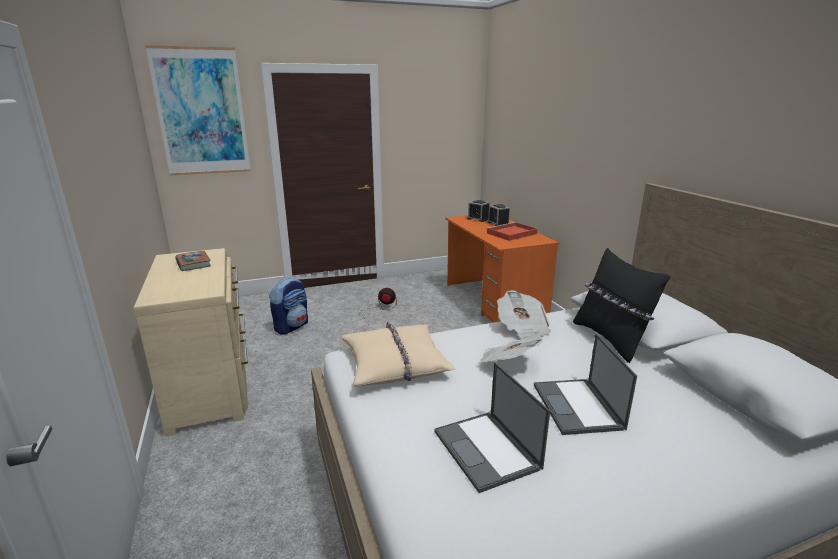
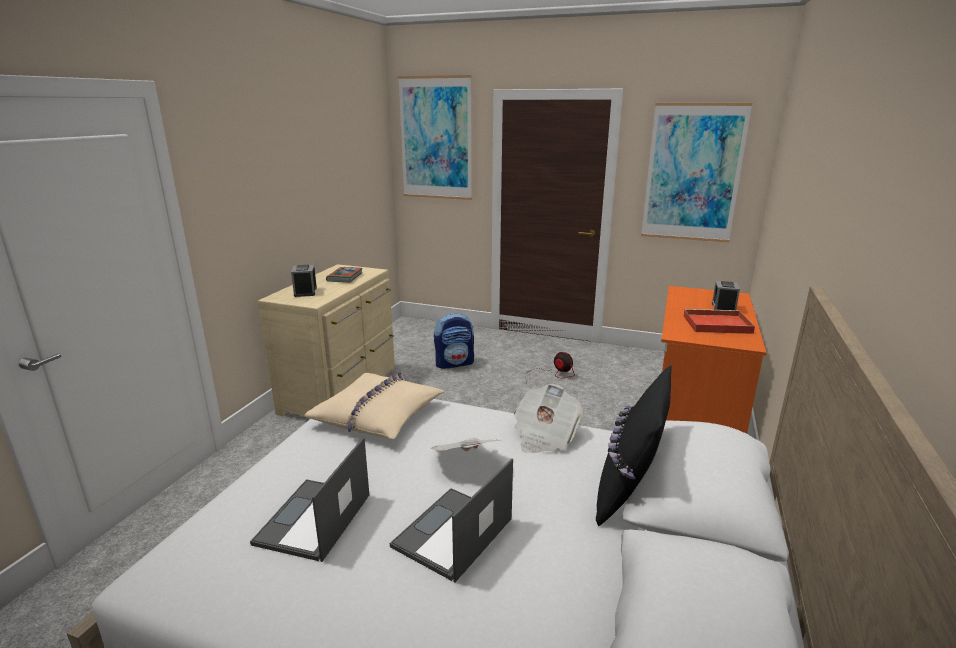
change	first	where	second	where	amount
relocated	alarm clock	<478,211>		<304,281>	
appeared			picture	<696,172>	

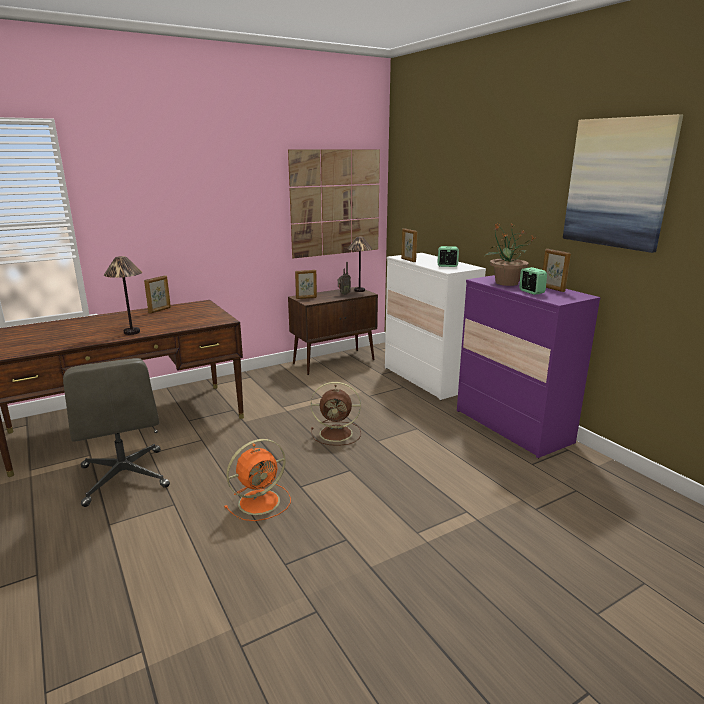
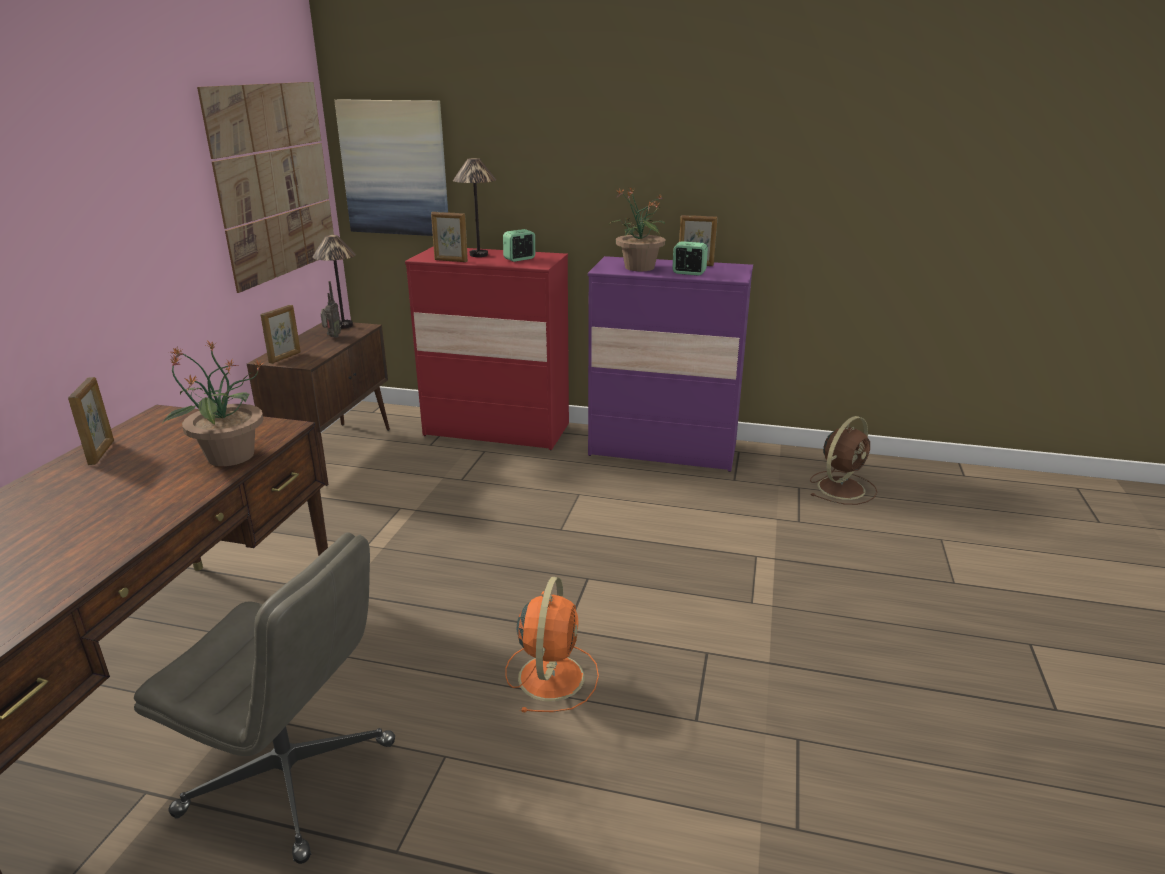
change	first	where	second	where	amount
relocated	picture	<623,183>		<391,167>	
colour	white drawer chest	<435,326>	red drawer chest	<487,348>	
relocated	lamp for a table	<123,295>		<474,207>	
relocated	brownish cooling fan	<336,414>		<843,460>	
appeared			houseplant	<213,403>	

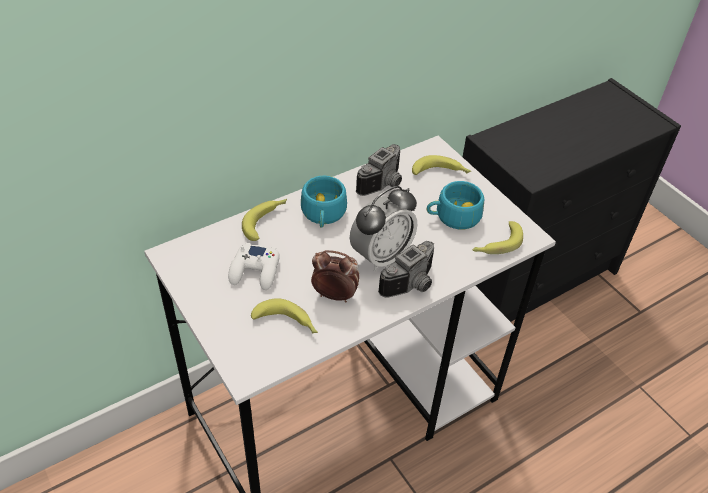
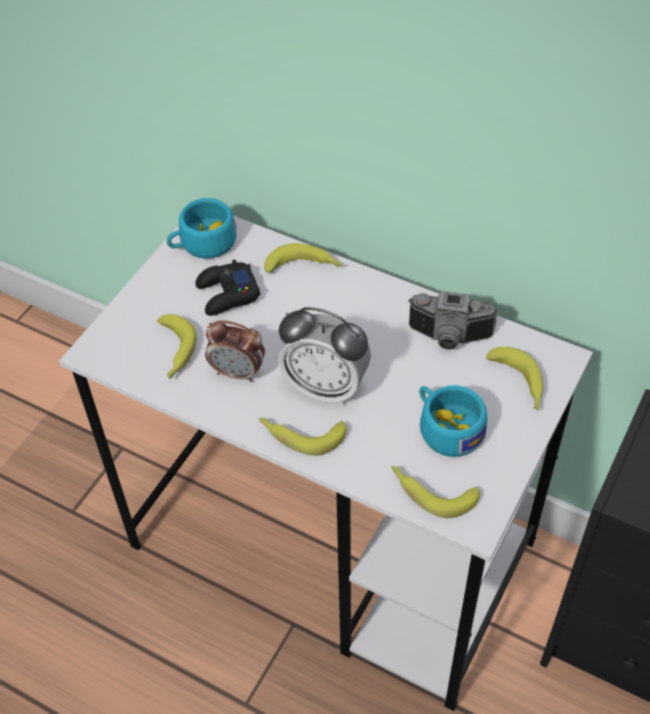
change	first	where	second	where	amount
relocated	blue-green drinking cup	<324,202>		<202,228>	
exchanged	still camera	<406,269>	whole banana	<302,436>	
colour	white joypad	<254,266>	blackish joypad	<227,287>	
spun	alarm clock	<335,276>		<235,351>	120 degrees clockwise

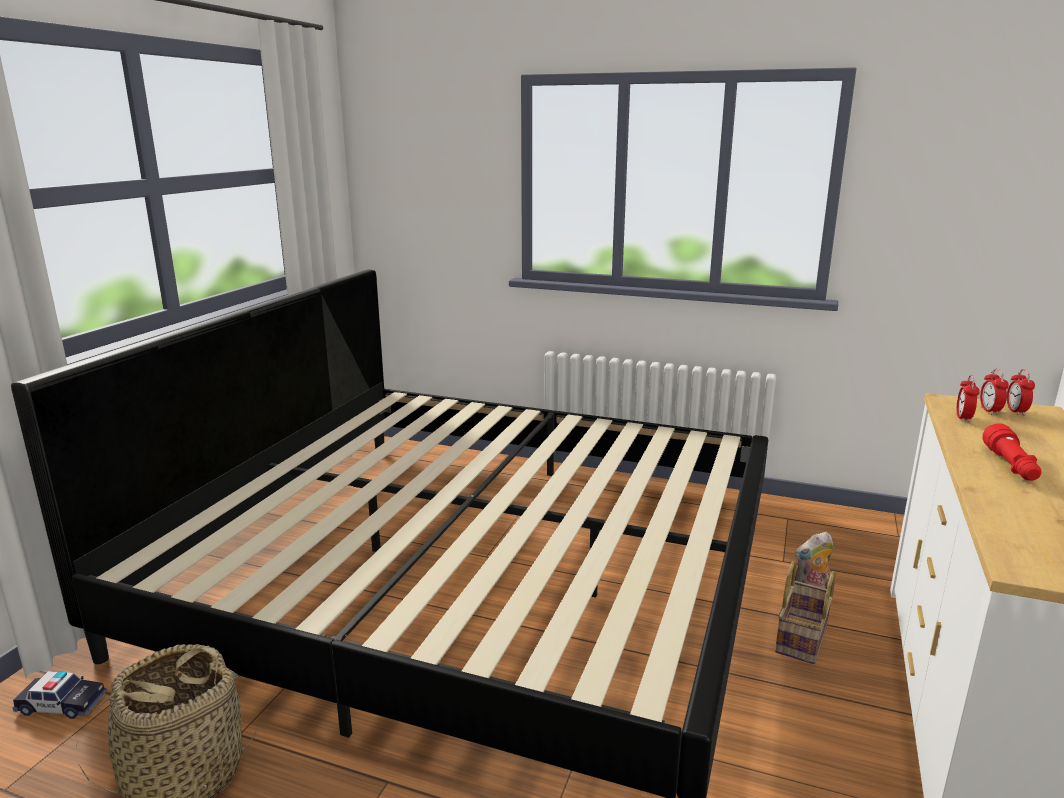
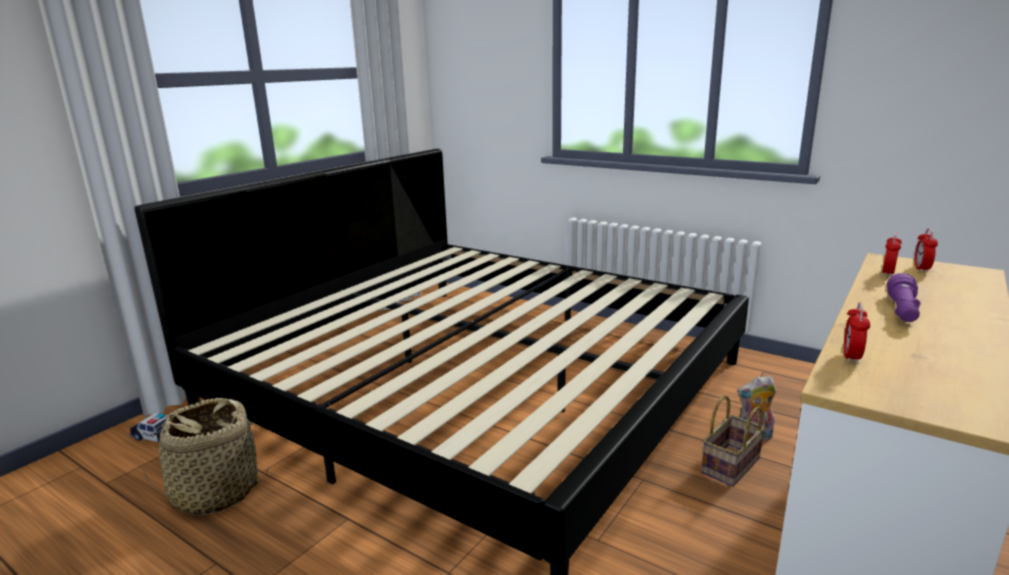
change	first	where	second	where	amount
relocated	alarm clock	<1021,392>		<857,333>	
colour	red hand torch	<1011,452>	purple-coloured hand torch	<904,297>	

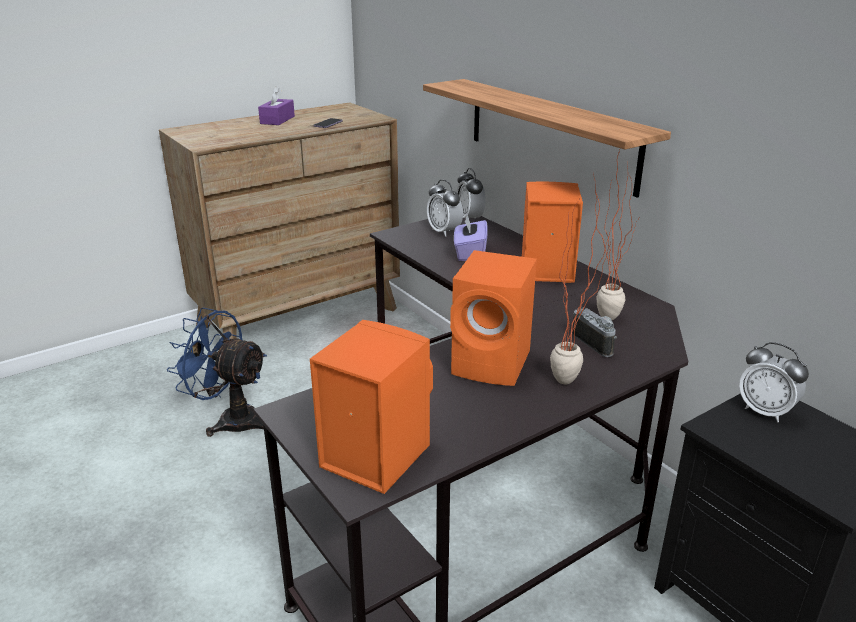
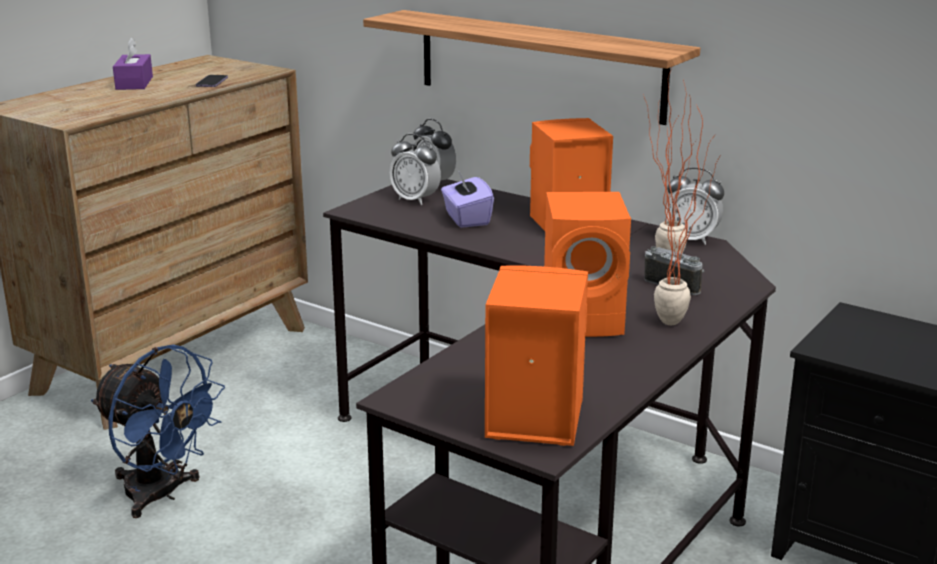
change	first	where	second	where	amount
spun	bluish cooling fan	<217,372>		<158,431>	150 degrees counterclockwise
relocated	alarm clock	<774,382>		<694,206>	

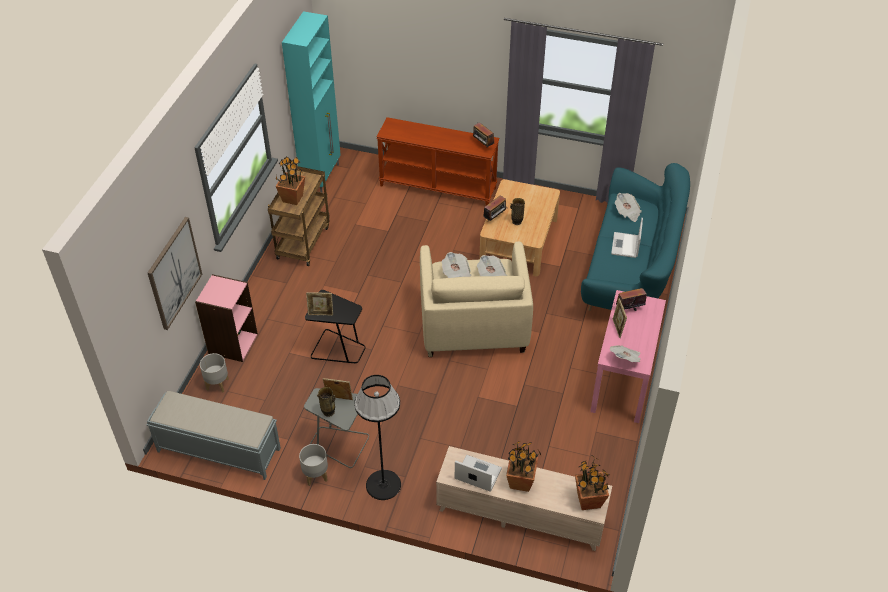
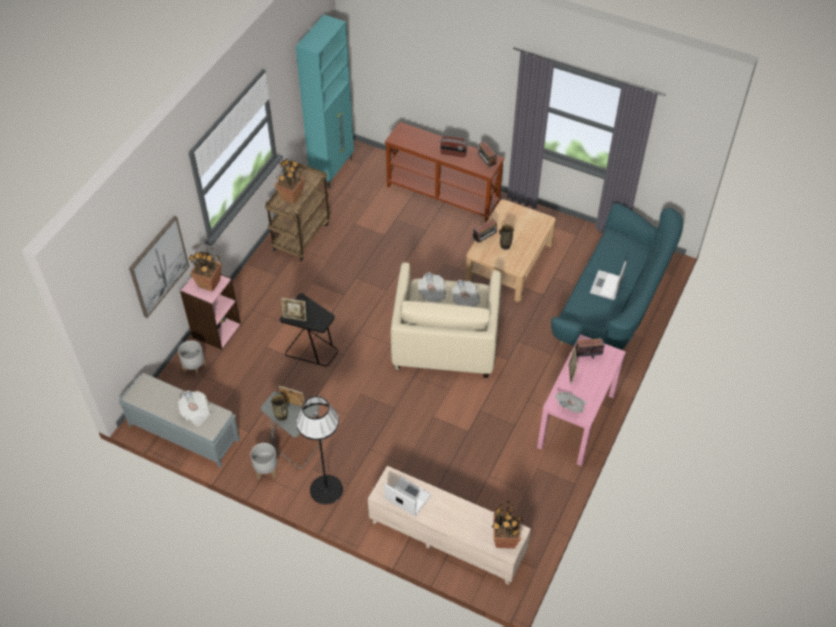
change	first	where	second	where	amount
relocated	printed paper	<628,207>		<194,408>	
relocated	houseplant	<523,466>		<205,268>	
appeared			radio receiver	<454,146>	

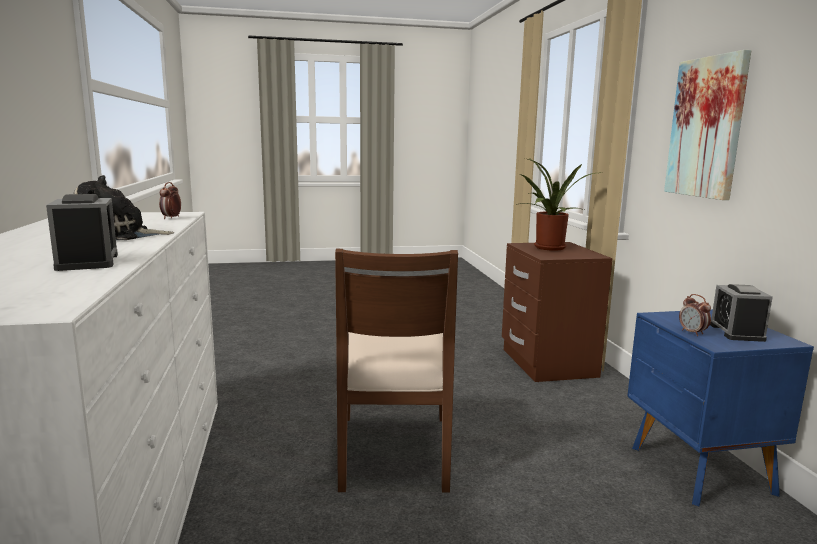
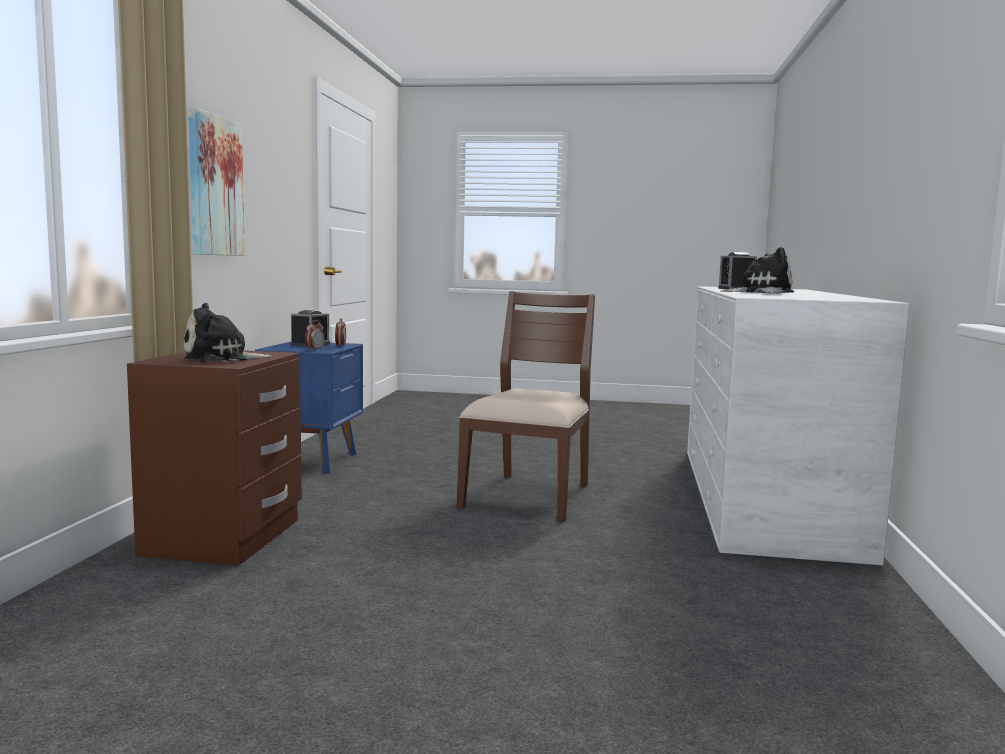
change	first	where	second	where	amount
exchanged	houseplant	<559,204>	plush toy	<228,332>	
relocated	alarm clock	<170,200>		<315,335>	

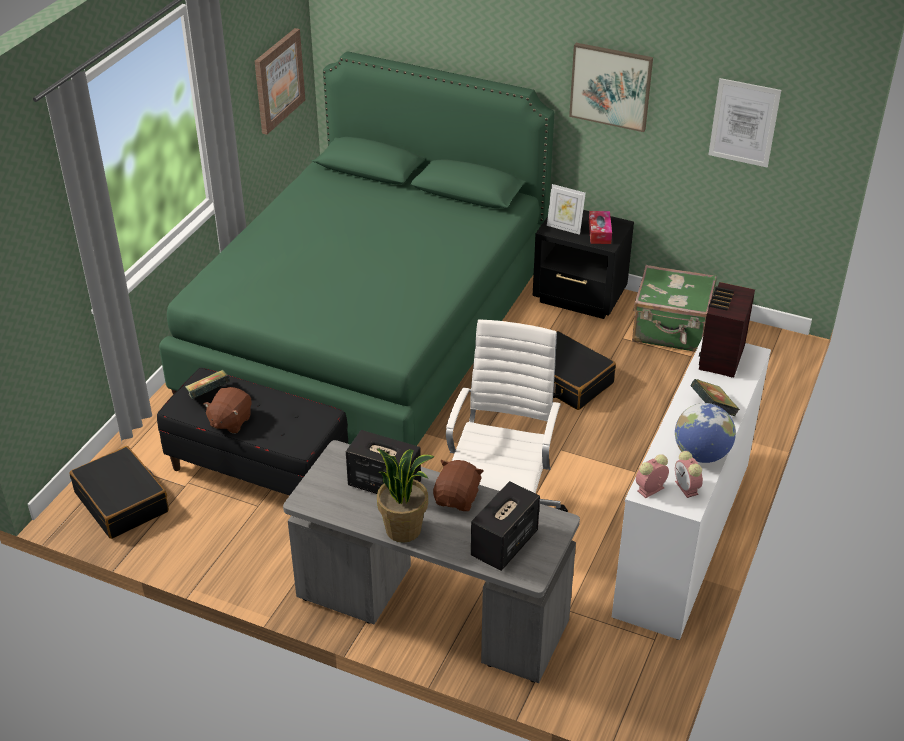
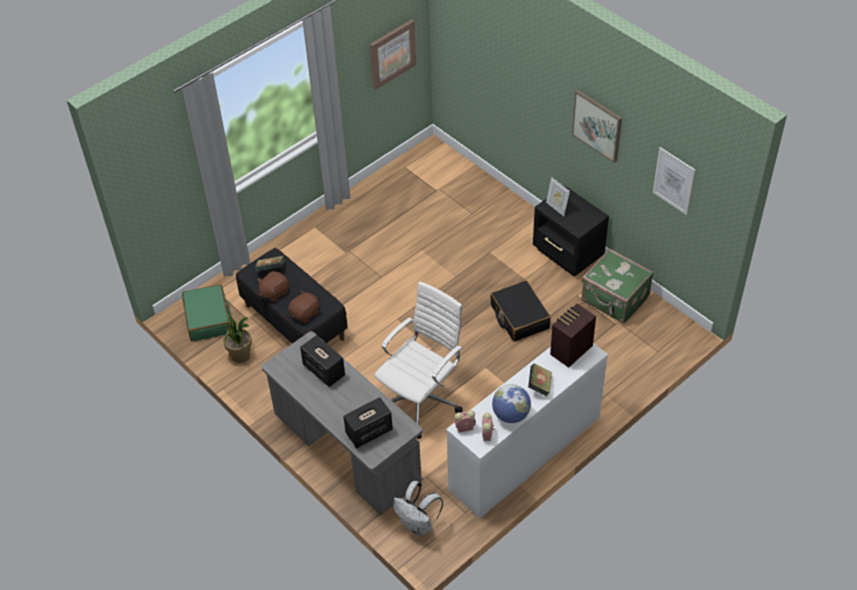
change	first	where	second	where	amount
missing	green-coloured bed	<356,248>			
missing	tissue box	<600,227>			
colour	blackish travel case	<119,492>	green-coloured travel case	<206,313>	
relocated	houseplant	<405,495>		<237,337>	
relocated	brownish plush toy	<458,485>		<303,307>	
appeared			white rucksack	<418,509>	

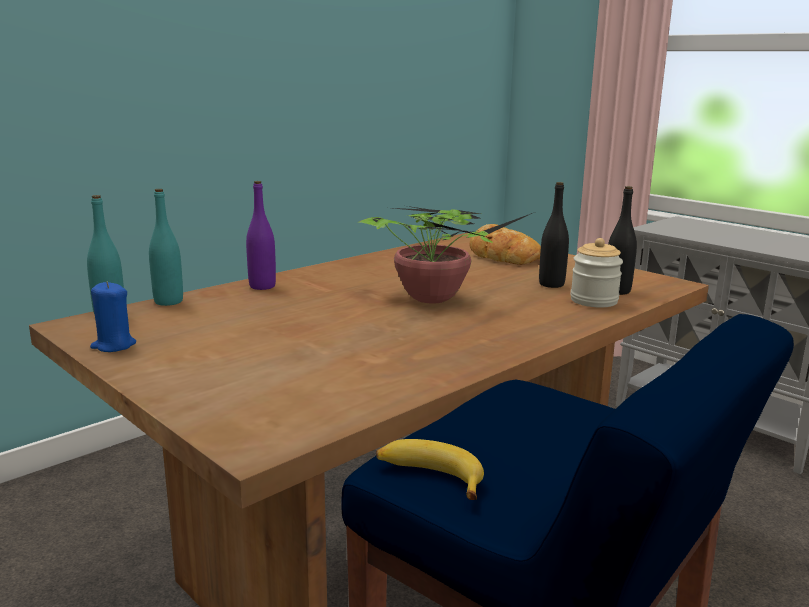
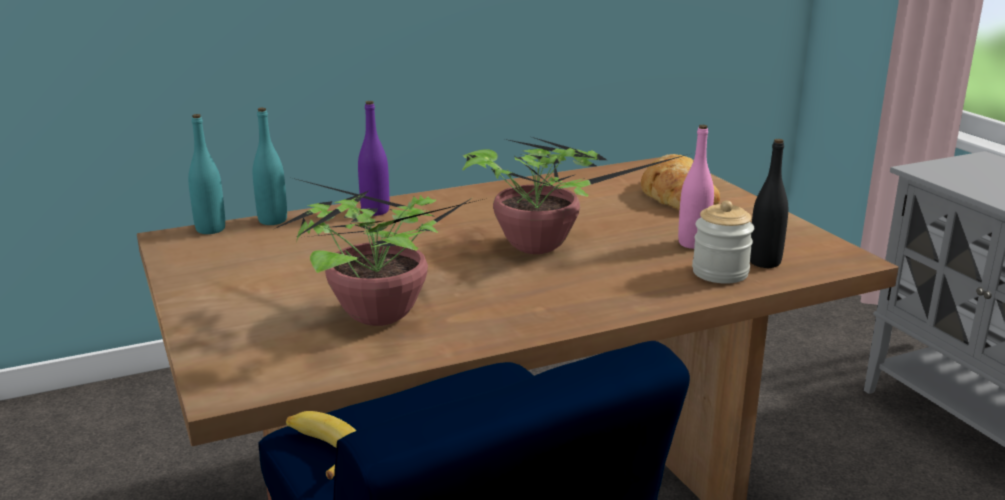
change	first	where	second	where	amount
colour	blackish beverage bottle	<554,235>	pink-coloured beverage bottle	<696,187>	
missing	bluish candle	<113,317>			
appeared			houseplant	<381,251>	

